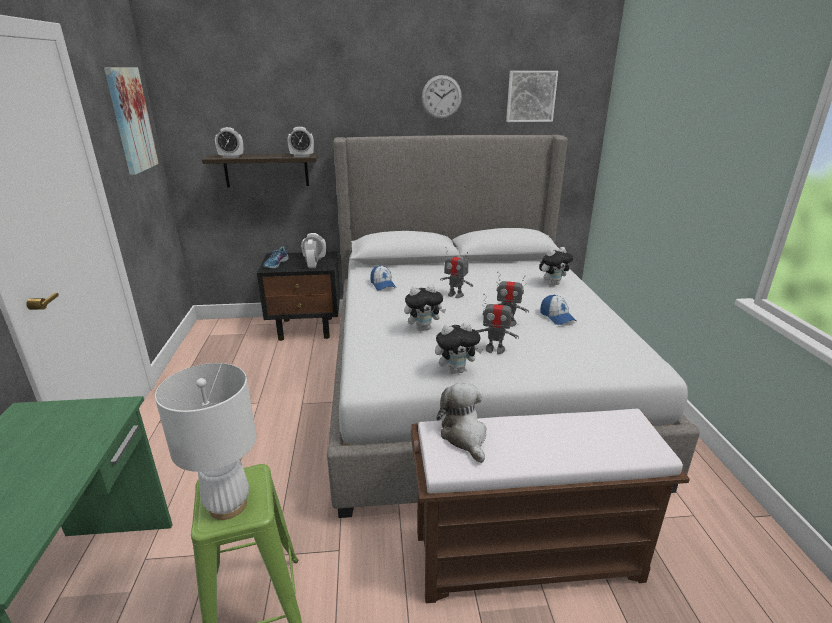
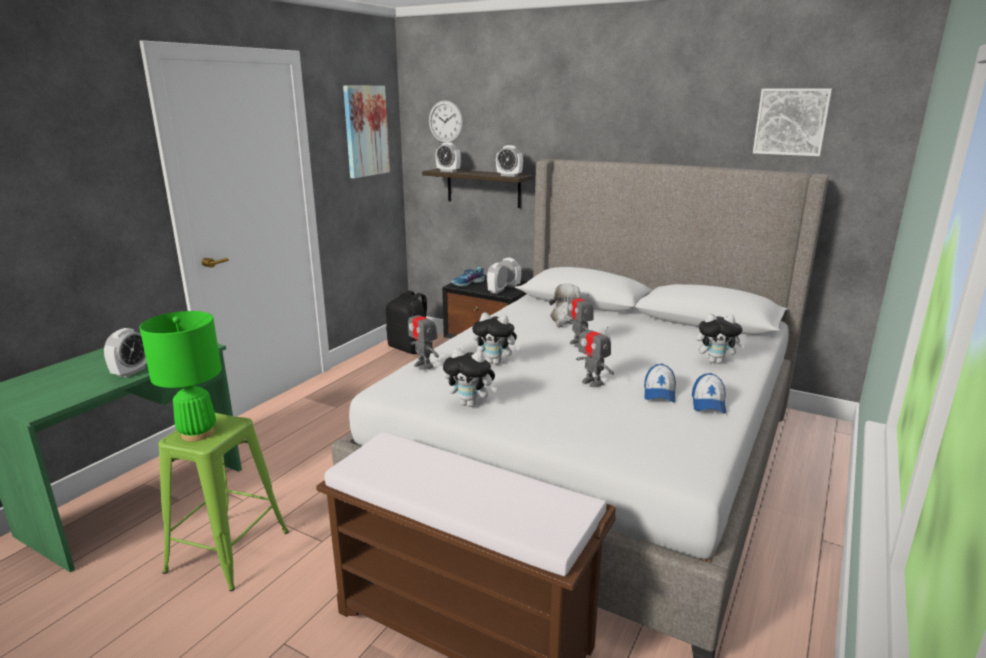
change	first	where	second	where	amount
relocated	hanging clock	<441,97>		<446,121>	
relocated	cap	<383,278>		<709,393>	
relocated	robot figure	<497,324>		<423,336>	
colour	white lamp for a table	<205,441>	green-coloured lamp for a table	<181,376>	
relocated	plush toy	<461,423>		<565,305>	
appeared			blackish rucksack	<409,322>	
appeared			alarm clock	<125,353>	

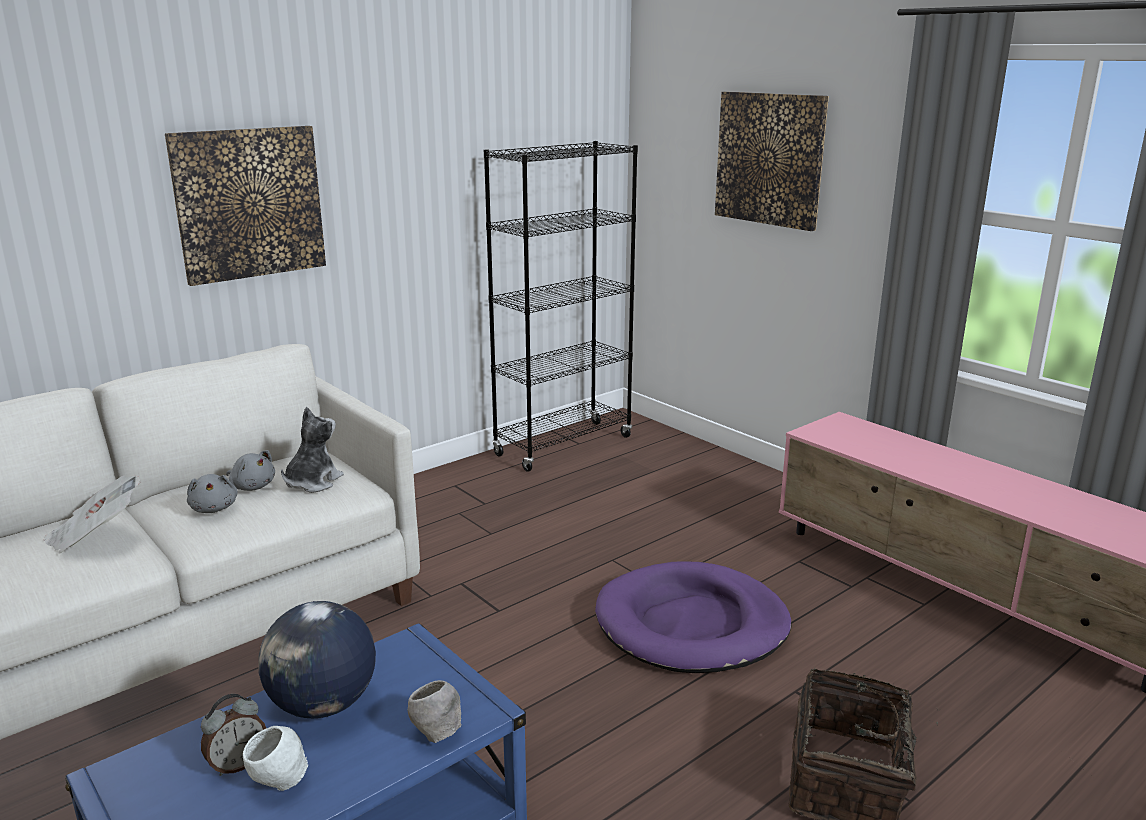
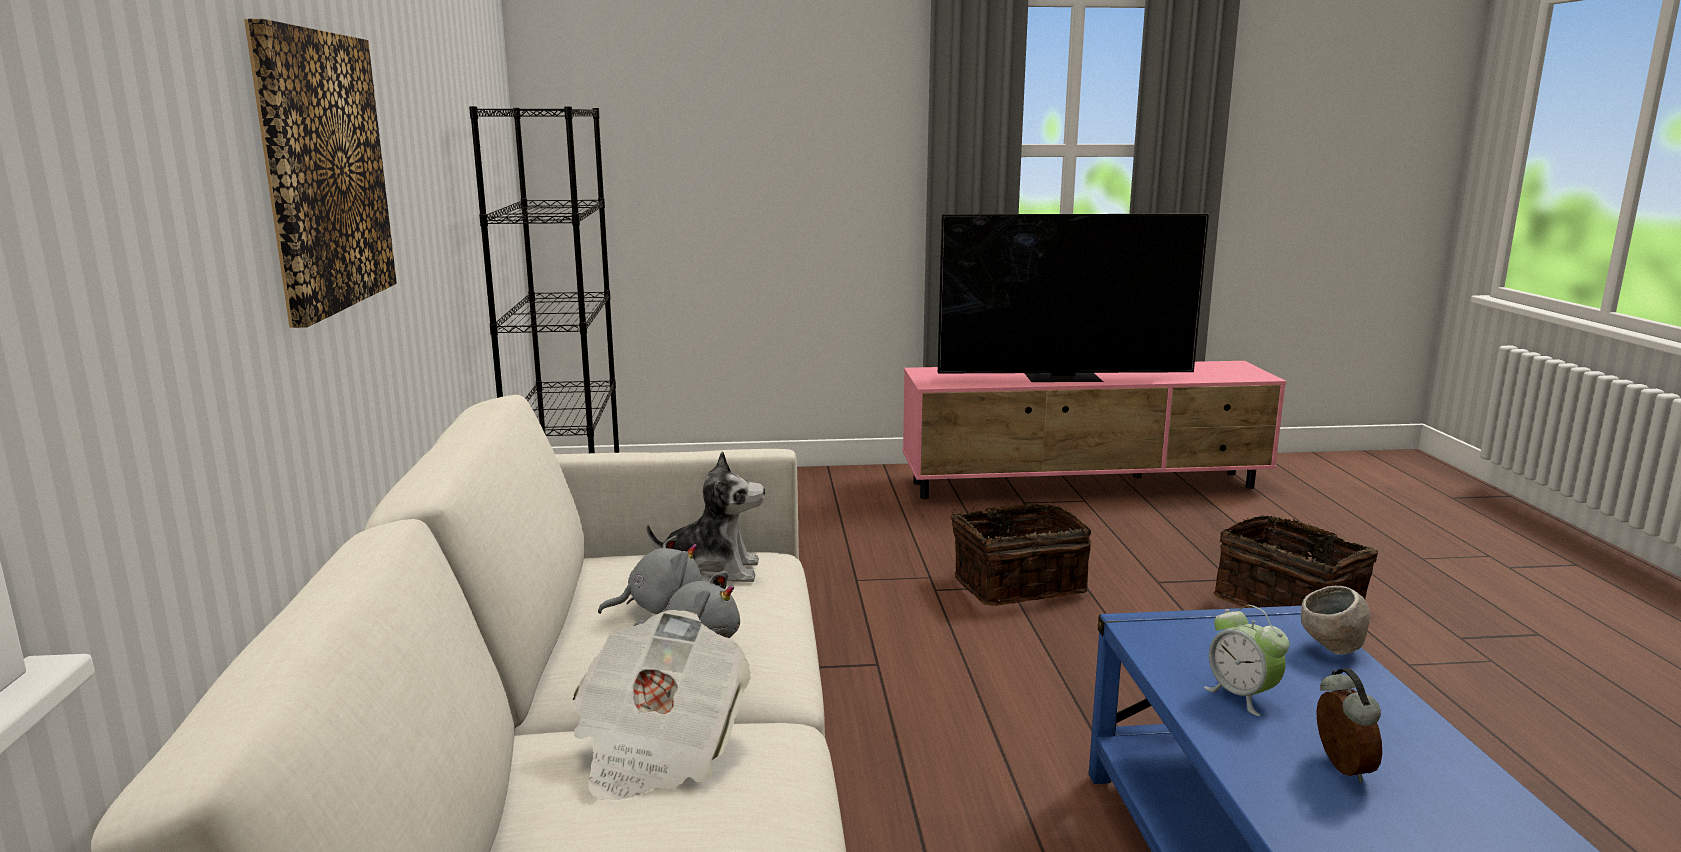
change	first	where	second	where	amount
missing	picture	<772,161>			
spun	plush toy	<312,450>		<705,516>	120 degrees clockwise
exchanged	purple-coloured dog bed	<693,617>	household basket	<1021,555>	
exchanged	globe	<317,659>	alarm clock	<1246,660>	
missing	white deep dish	<276,758>			
appeared			television	<1073,298>	

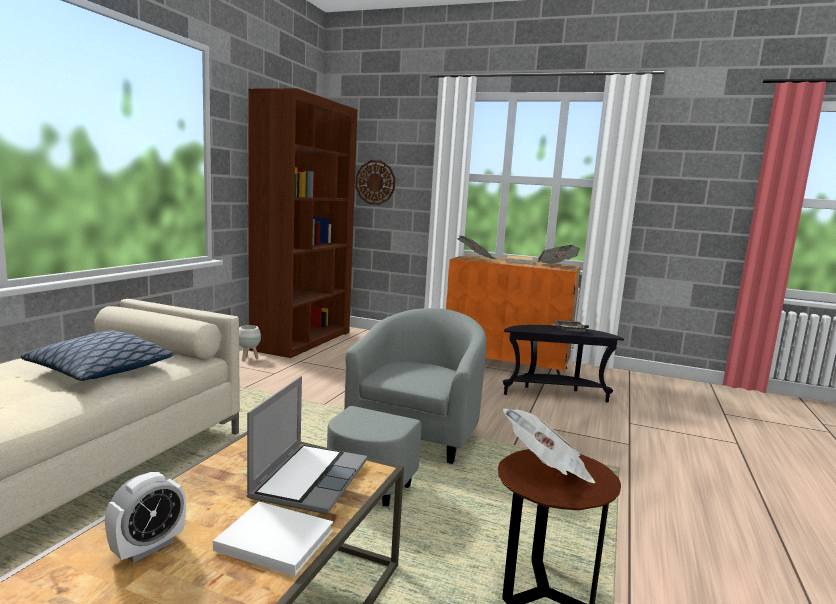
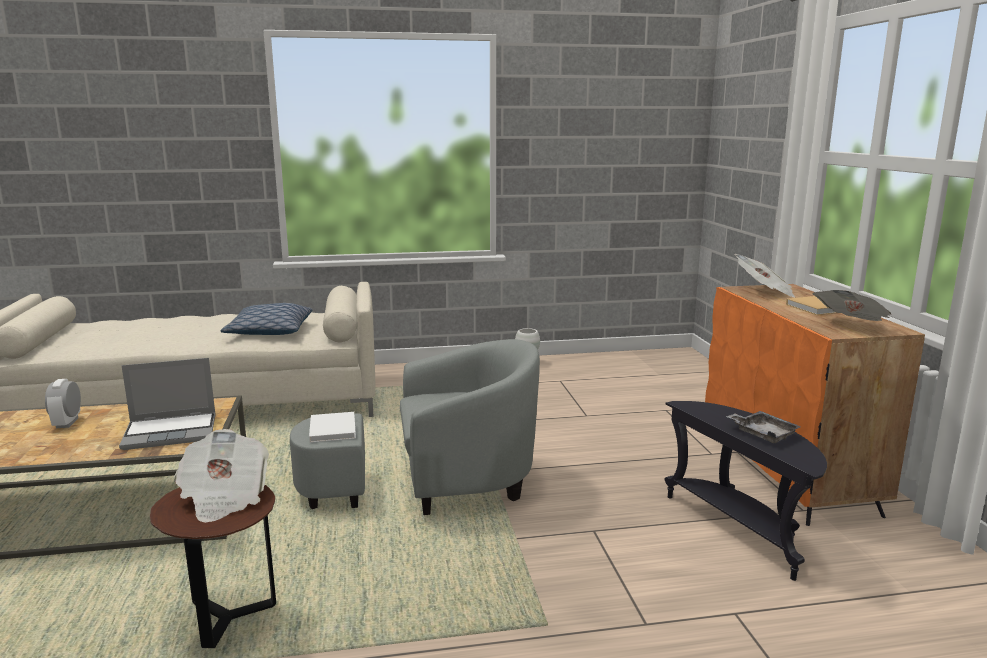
change	first	where	second	where	amount
missing	brownish bookcase	<302,223>			
missing	hanging clock	<375,182>			
spun	alarm clock	<145,517>		<63,403>	75 degrees clockwise
relocated	white bound book	<273,539>		<332,427>	

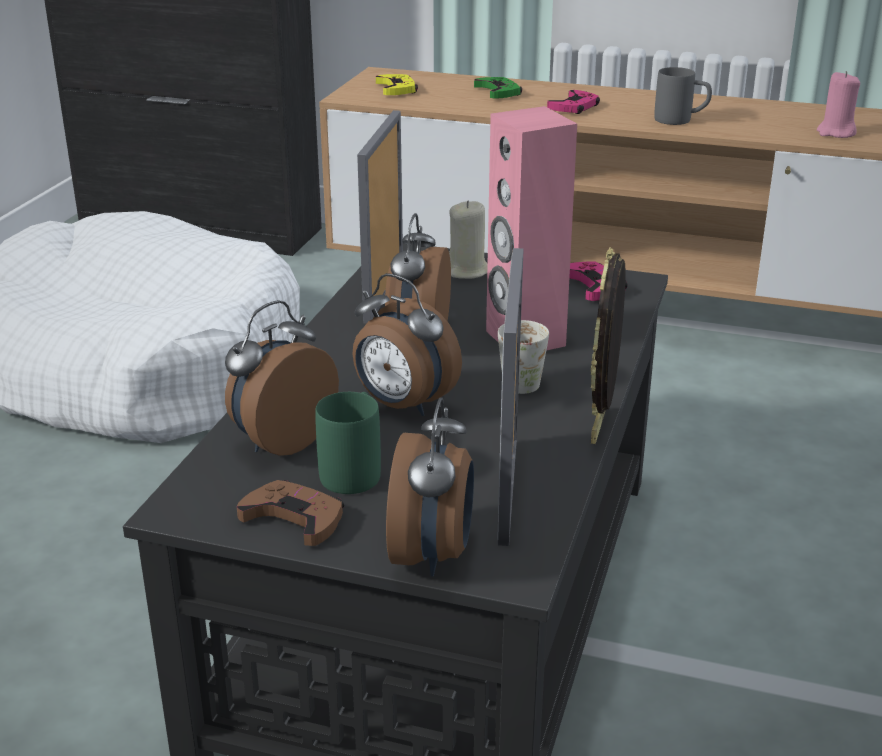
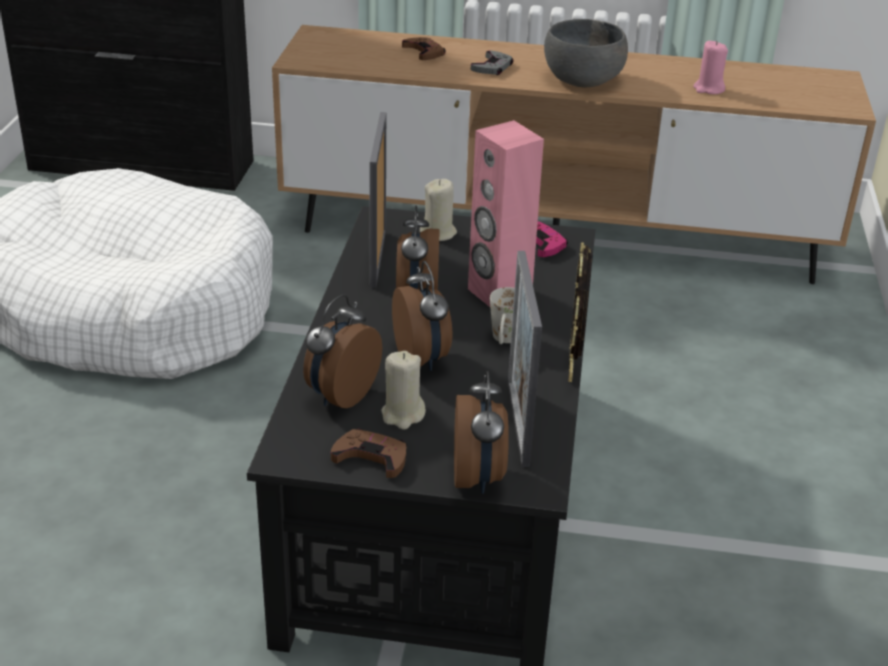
change	first	where	second	where	amount
exchanged	greyish coffee mug	<683,96>	greyish deep dish	<586,53>	
missing	yellowish joypad	<397,84>			
colour	green-coloured joypad	<498,88>	brownish joypad	<424,48>	
colour	pink-coloured joypad	<573,102>	greyish joypad	<492,63>	
spun	alarm clock	<407,344>		<422,316>	135 degrees counterclockwise
exchanged	green-coloured coffee mug	<348,443>	sand-coloured candle	<403,390>	

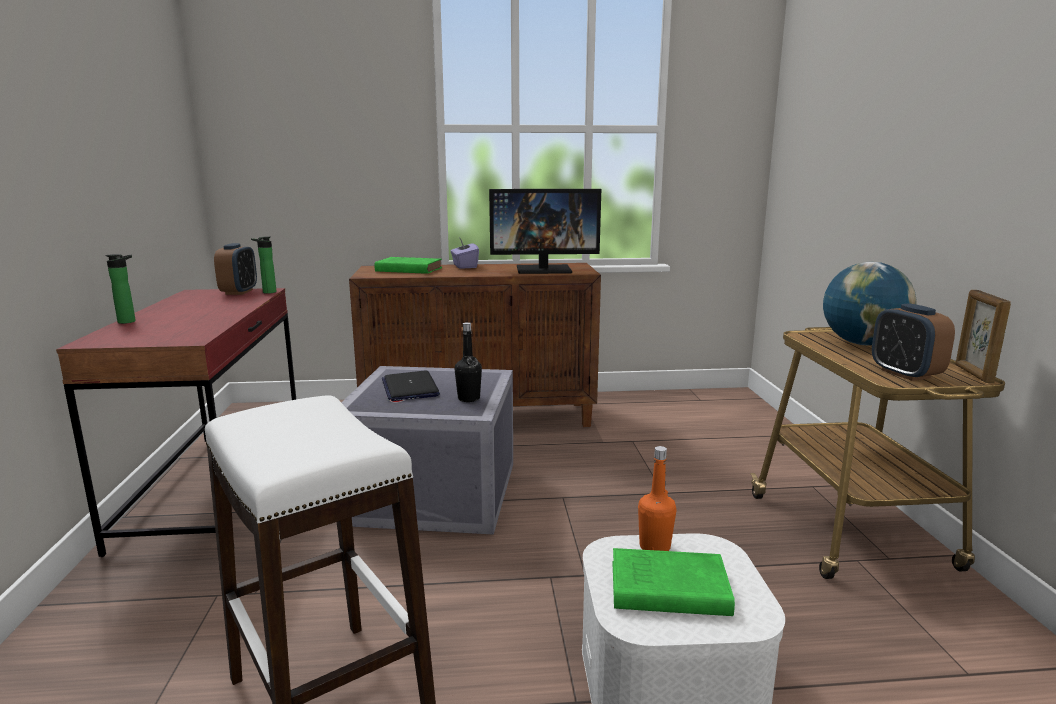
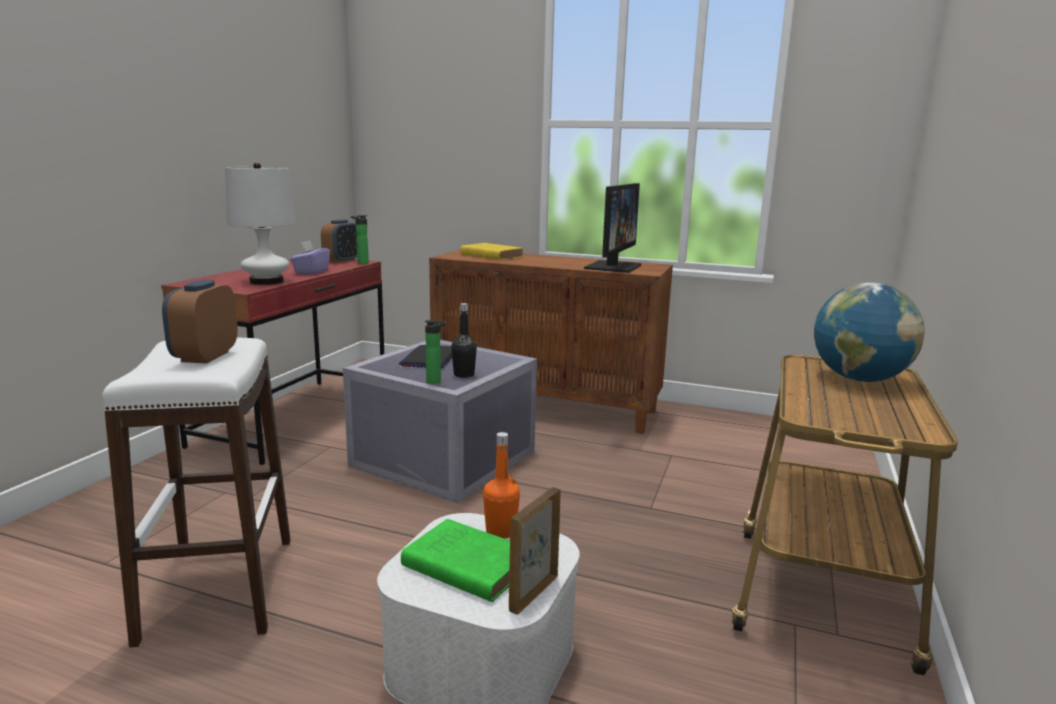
change	first	where	second	where	amount
spun	computer display	<545,231>		<613,228>	90 degrees counterclockwise
relocated	purple-coloured tissue box	<464,253>		<310,257>	
relocated	beverage bottle	<120,289>		<435,352>	
colour	green-coloured bound book	<408,265>	yellowish bound book	<492,251>	
relocated	photo frame	<983,336>		<535,551>	
relocated	alarm clock	<913,342>		<200,321>	
appeared			white lamp for a table	<260,224>	

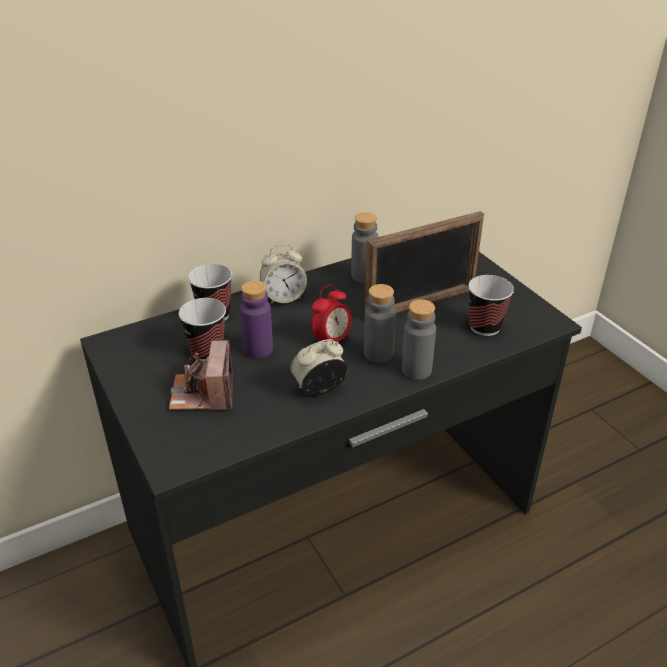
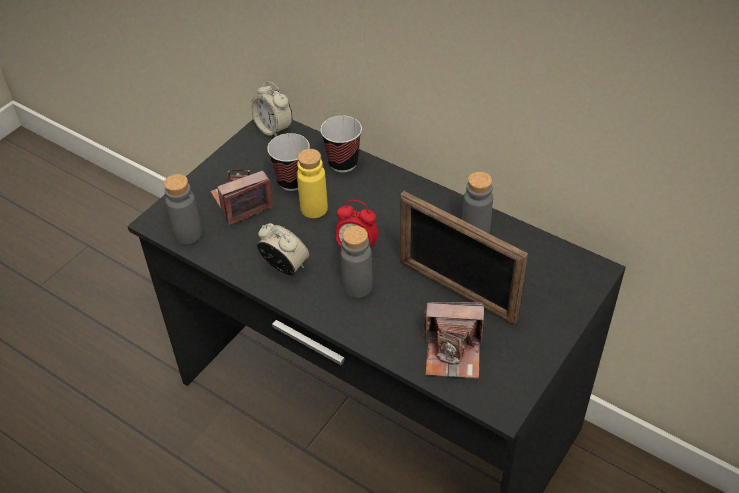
change	first	where	second	where	amount
relocated	alarm clock	<283,274>		<271,109>	
exchanged	drinking cup	<491,305>	still camera	<453,340>	
colour	purple-coloured beverage bottle	<256,319>	yellowish beverage bottle	<312,183>	
relocated	greyish beverage bottle	<419,339>		<183,209>	

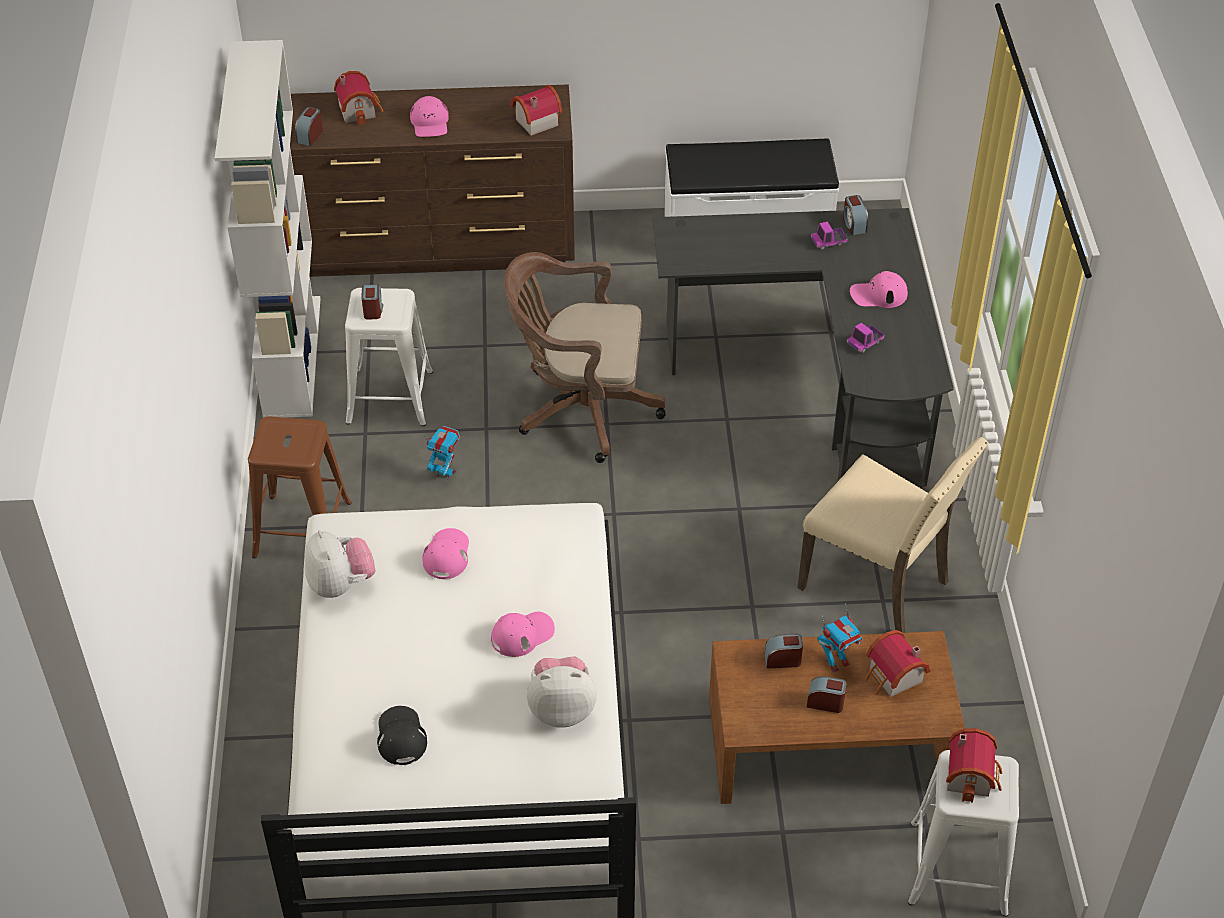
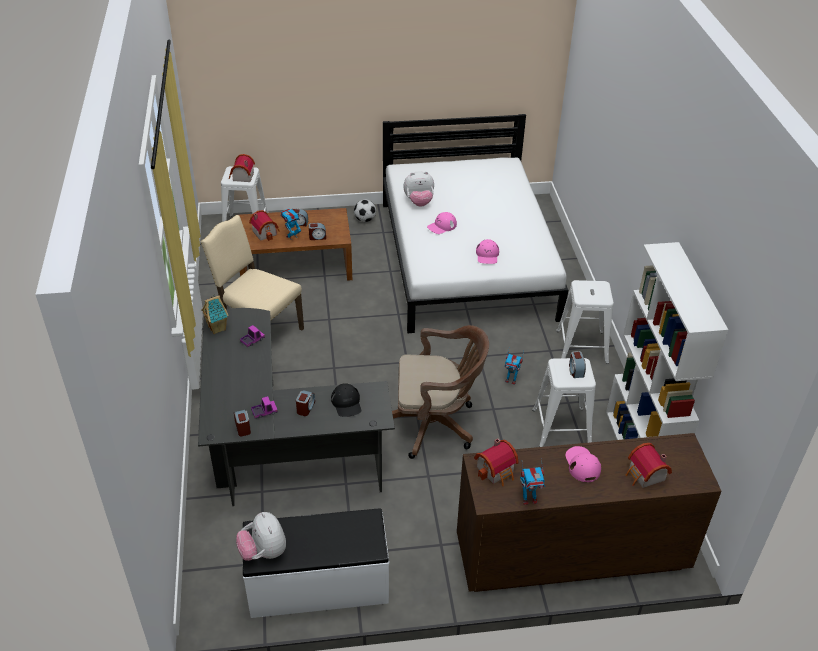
change	first	where	second	where	amount
relocated	alarm clock	<309,126>		<305,403>	
missing	pink-coloured cap	<879,289>			
colour	brownish stool seat	<300,487>	white stool seat	<585,322>	
relocated	plush toy	<340,564>		<261,536>	
relocated	blackish cap	<402,735>		<346,400>	
appeared			football	<365,211>	
appeared			miniature house	<215,314>	
appeared			robot figure	<532,485>	

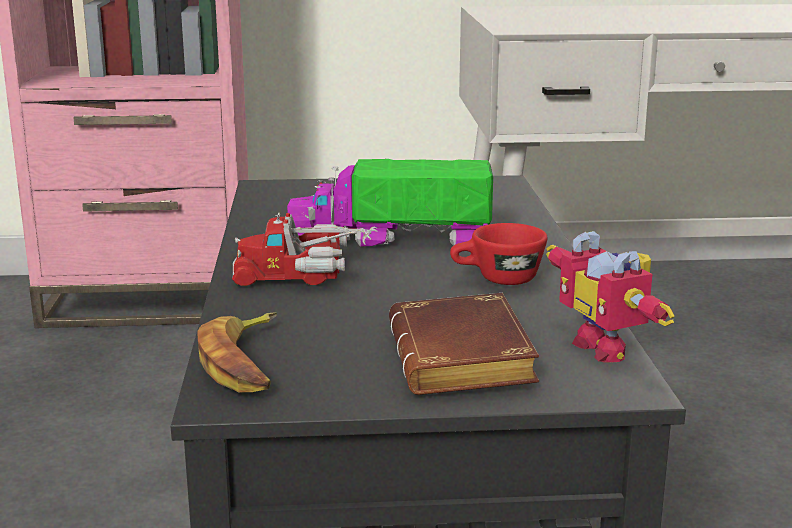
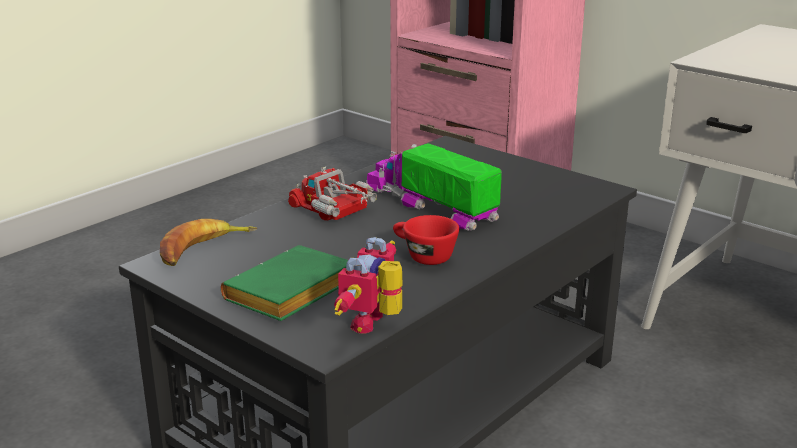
change	first	where	second	where	amount
colour	brownish bound book	<464,344>	green-coloured bound book	<284,283>	

